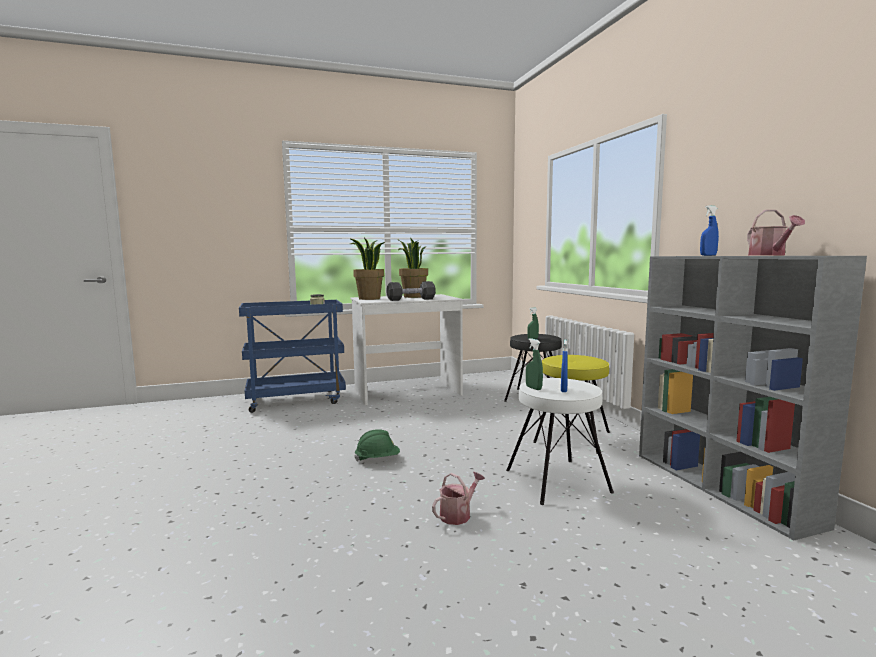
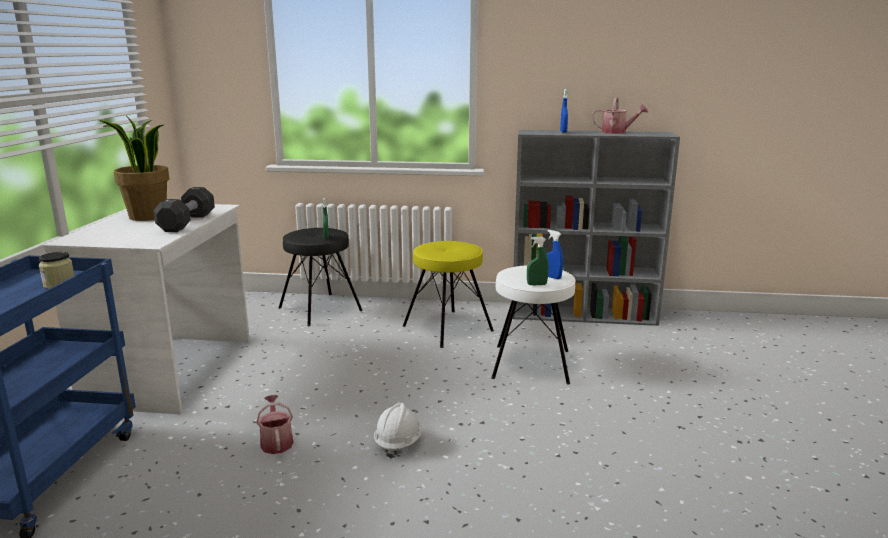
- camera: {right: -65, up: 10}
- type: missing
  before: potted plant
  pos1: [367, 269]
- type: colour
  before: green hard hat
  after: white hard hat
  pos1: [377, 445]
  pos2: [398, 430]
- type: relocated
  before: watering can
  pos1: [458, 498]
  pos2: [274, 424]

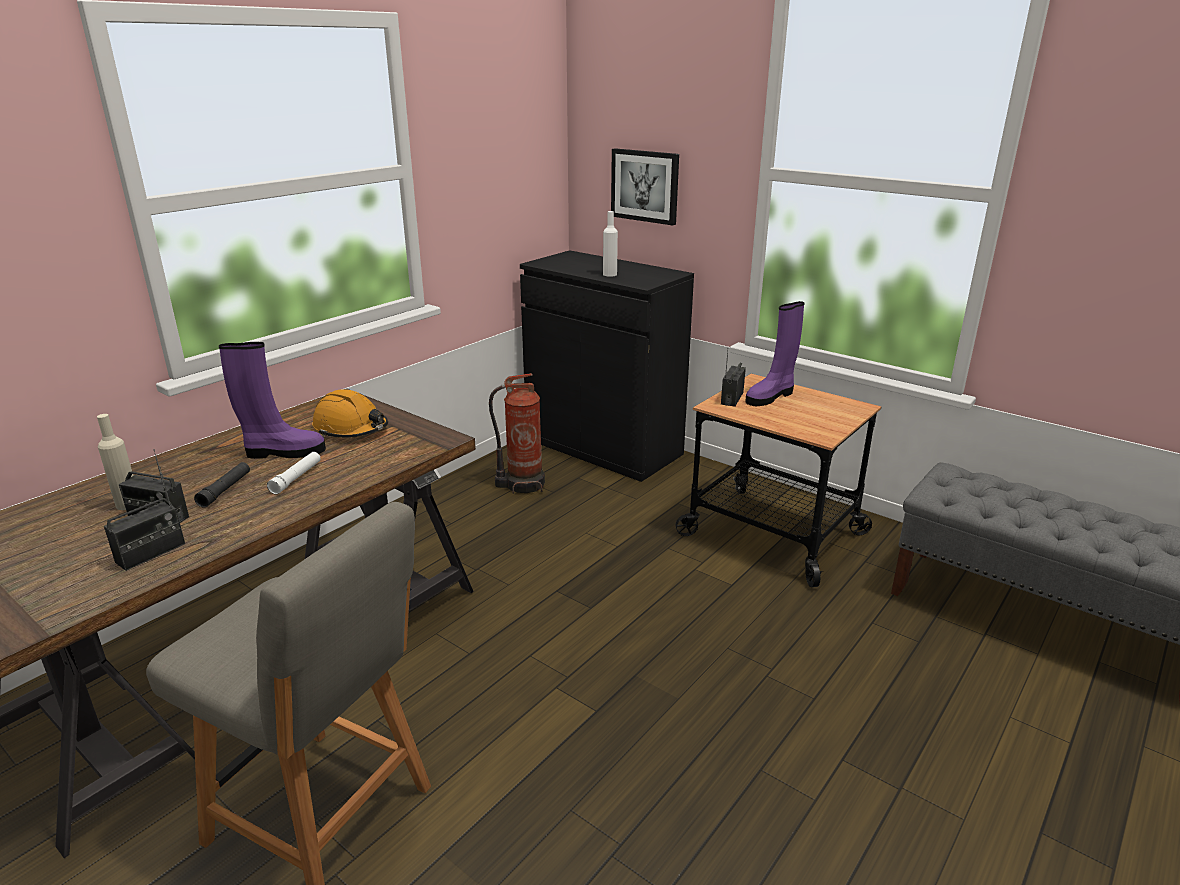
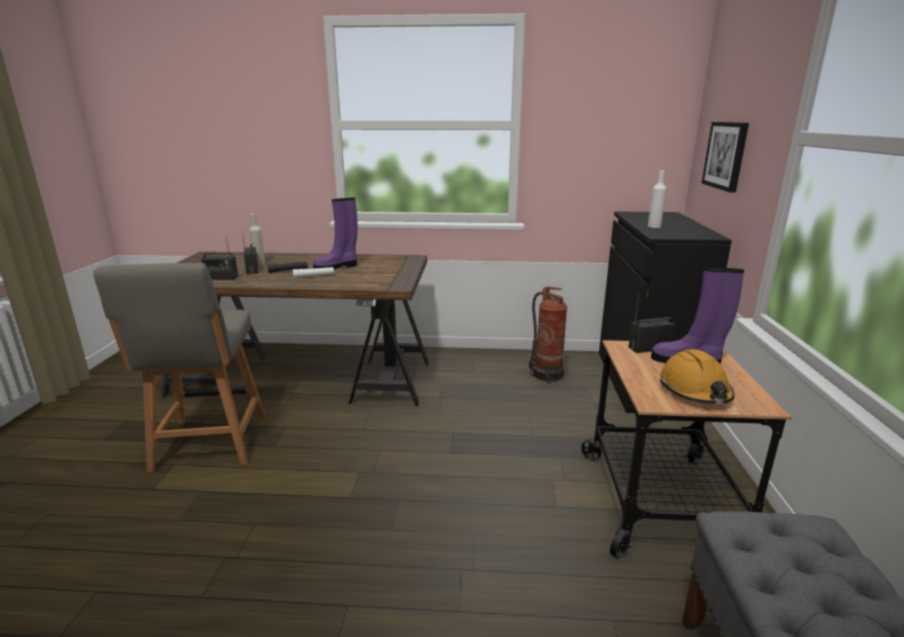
- camera: {right: 55, up: -5}
- type: spun
  before: purple boot
  pos1: [272, 400]
  pos2: [335, 233]
  turn: 105
- type: relocated
  before: orange hard hat
  pos1: [350, 413]
  pos2: [697, 376]

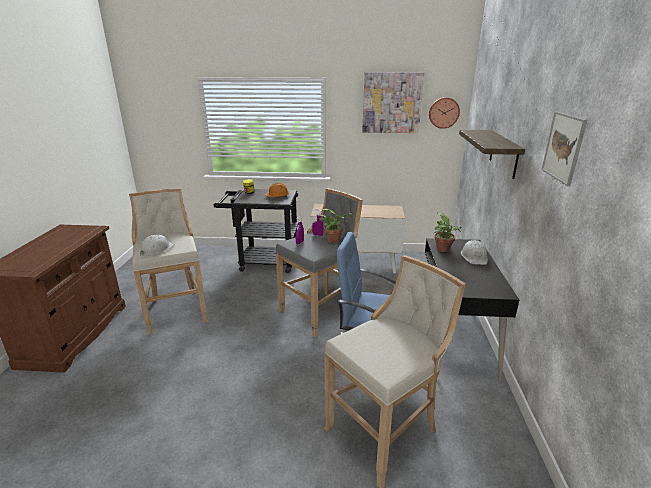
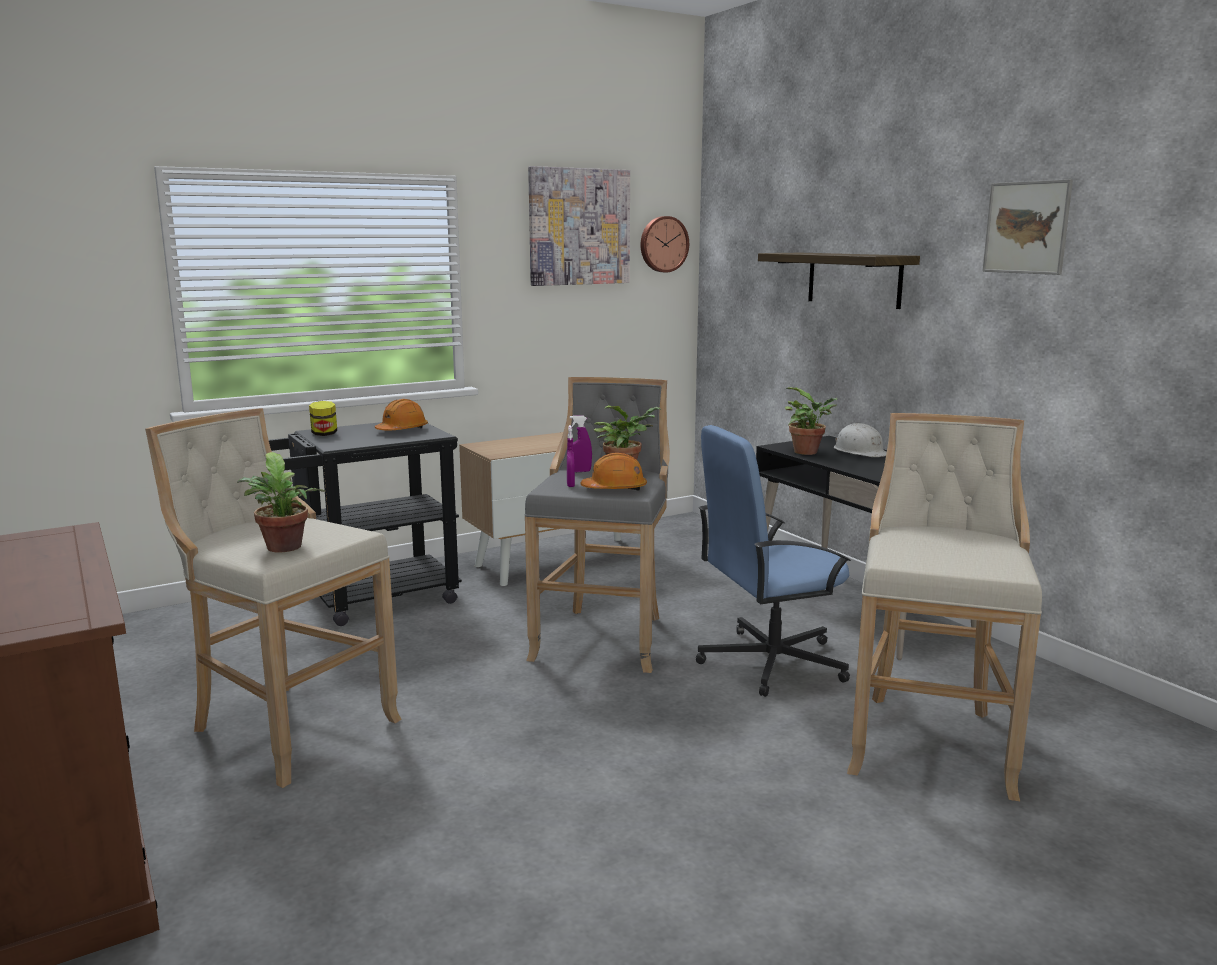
- camera: {right: -35, up: -10}
- type: exchanged
  before: white hard hat
  after: potted plant
  pos1: [157, 245]
  pos2: [281, 502]
- type: appeared
  after: orange hard hat
  pos2: [613, 472]

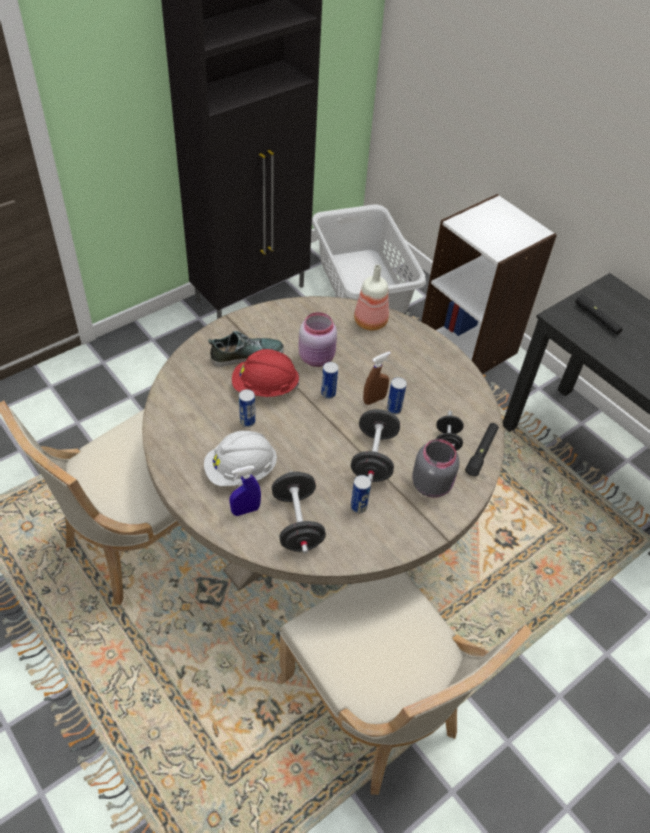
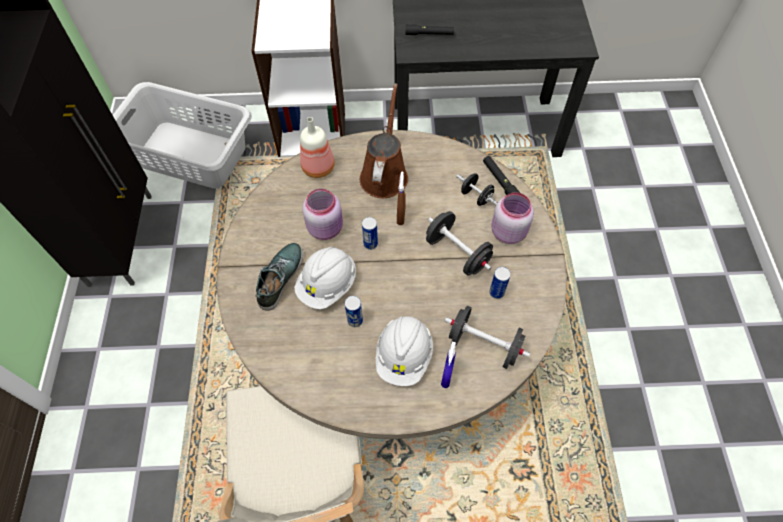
- camera: {right: -50, up: 10}
- type: colour
  before: red hard hat
  after: white hard hat
  pos1: [266, 373]
  pos2: [325, 278]
- type: missing
  before: beige chair
  pos1: [404, 683]
- type: missing
  before: can
  pos1: [397, 395]
- type: colour
  before: grey jar
  after: pink jar
  pos1: [436, 468]
  pos2: [512, 218]
- type: appeared
  after: brown watering can
  pos2: [384, 141]

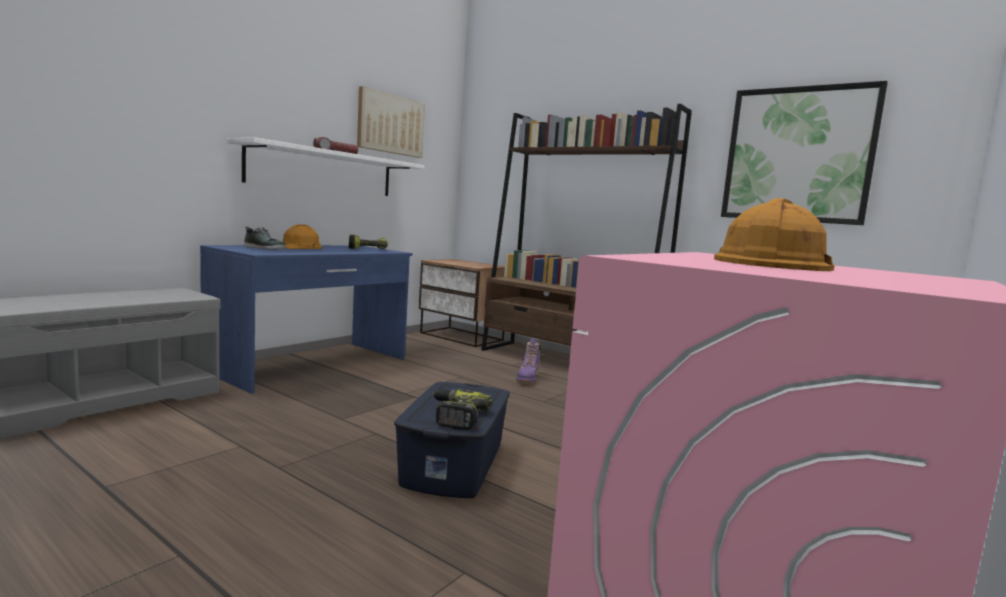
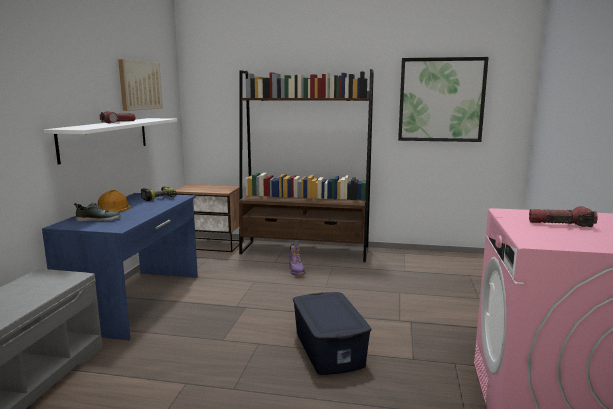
- camera: {right: -25, up: 5}
- type: missing
  before: power drill
  pos1: [462, 409]
- type: exchanged
  before: orange hard hat
  after: flashlight
  pos1: [774, 234]
  pos2: [563, 216]

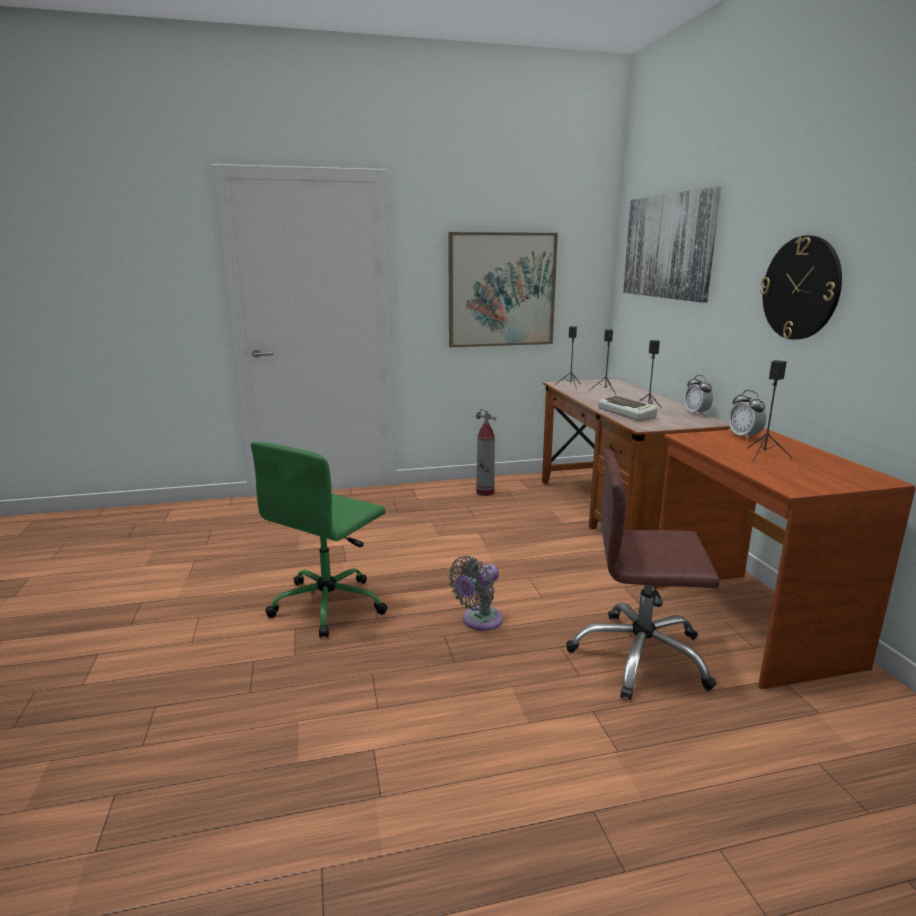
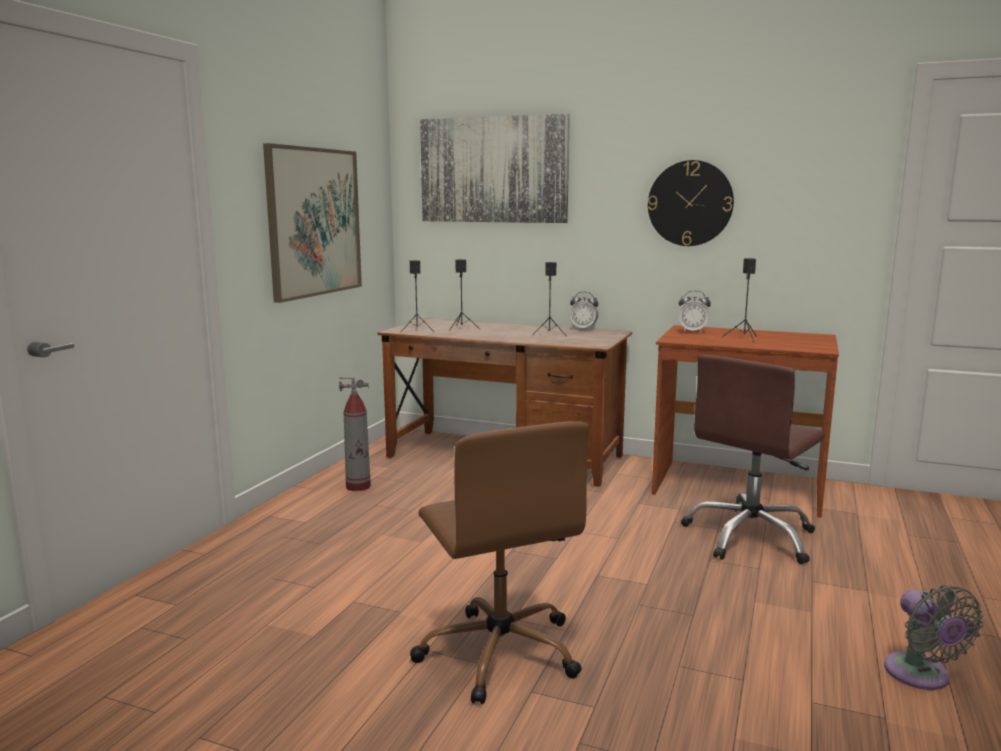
- camera: {right: -55, up: -5}
- type: colour
  before: green office chair
  after: brown office chair
  pos1: [319, 540]
  pos2: [499, 562]
- type: relocated
  before: grey fan
  pos1: [475, 593]
  pos2: [934, 637]
- type: missing
  before: keyboard
  pos1: [627, 408]

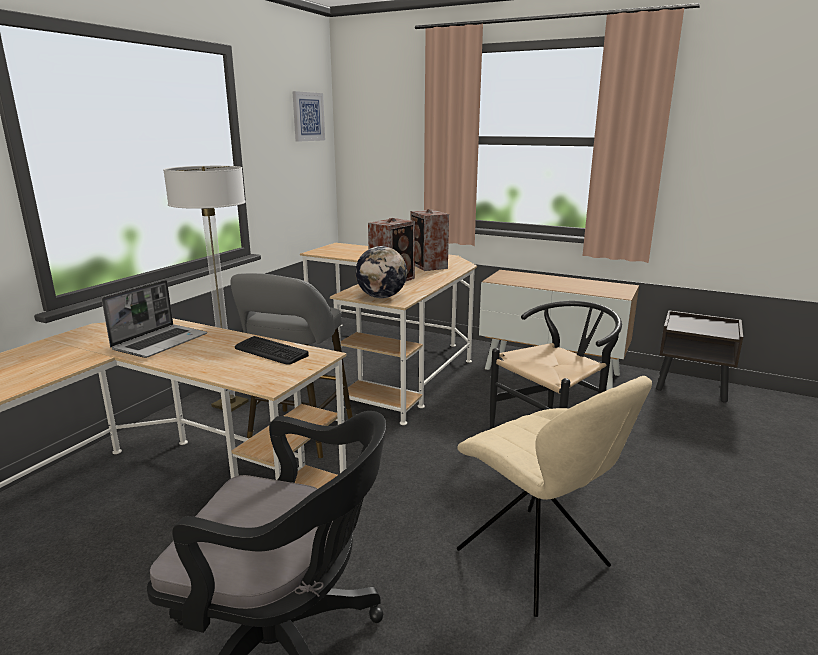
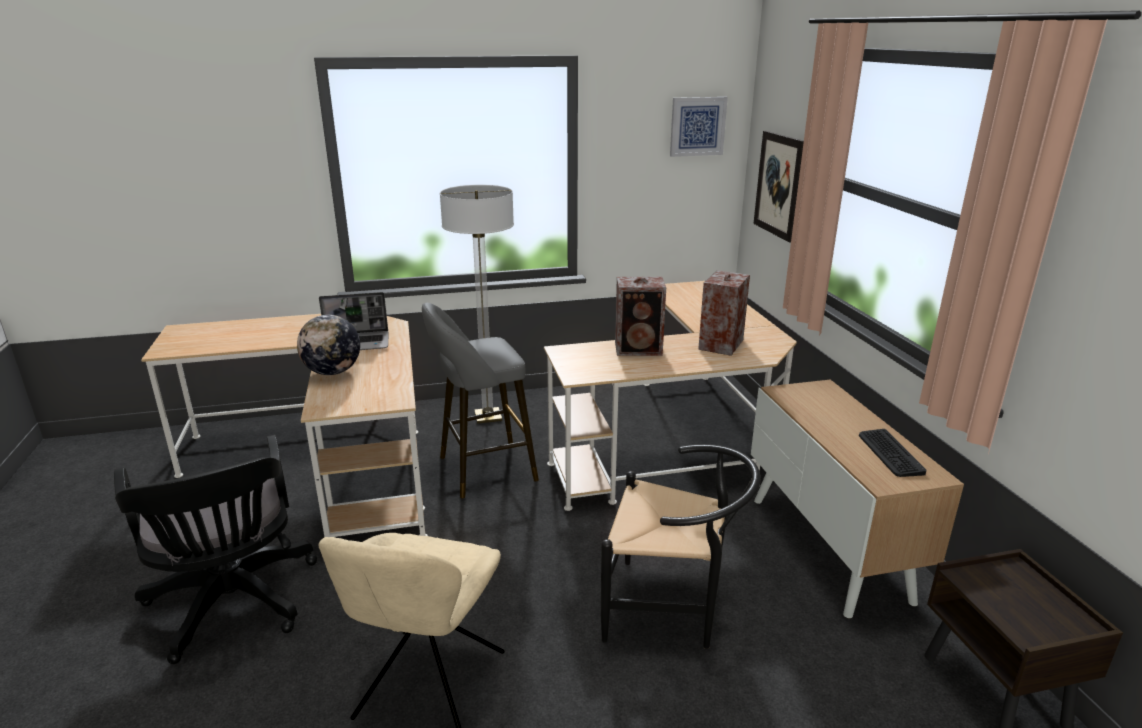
- camera: {right: 50, up: 5}
- type: relocated
  before: keyboard
  pos1: [272, 350]
  pos2: [892, 453]
- type: relocated
  before: globe
  pos1: [381, 272]
  pos2: [328, 345]
- type: appeared
  after: picture
  pos2: [778, 187]

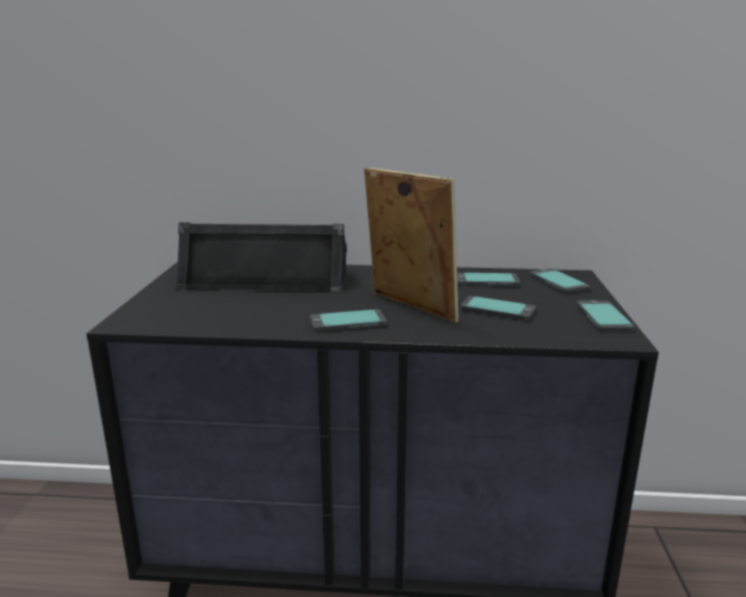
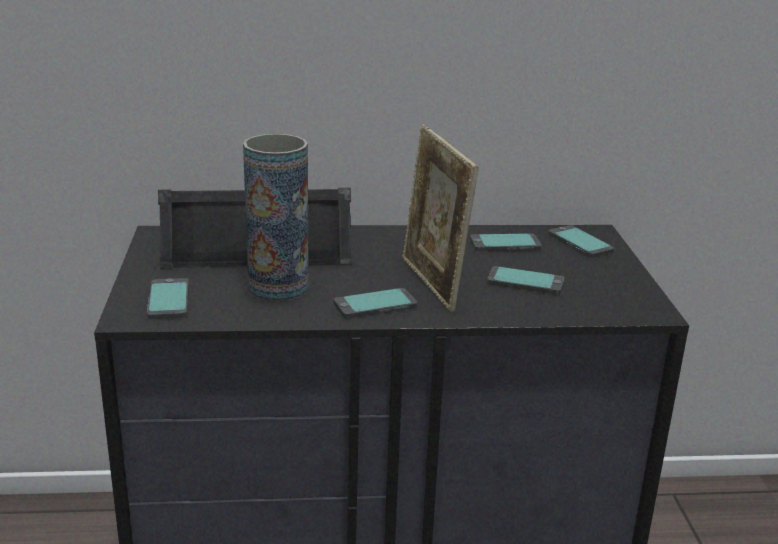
- camera: {right: -10, up: 5}
- type: spun
  before: picture frame
  pos1: [411, 245]
  pos2: [440, 218]
  turn: -150
- type: relocated
  before: phone
  pos1: [606, 316]
  pos2: [168, 298]
- type: appeared
  after: vase
  pos2: [276, 217]

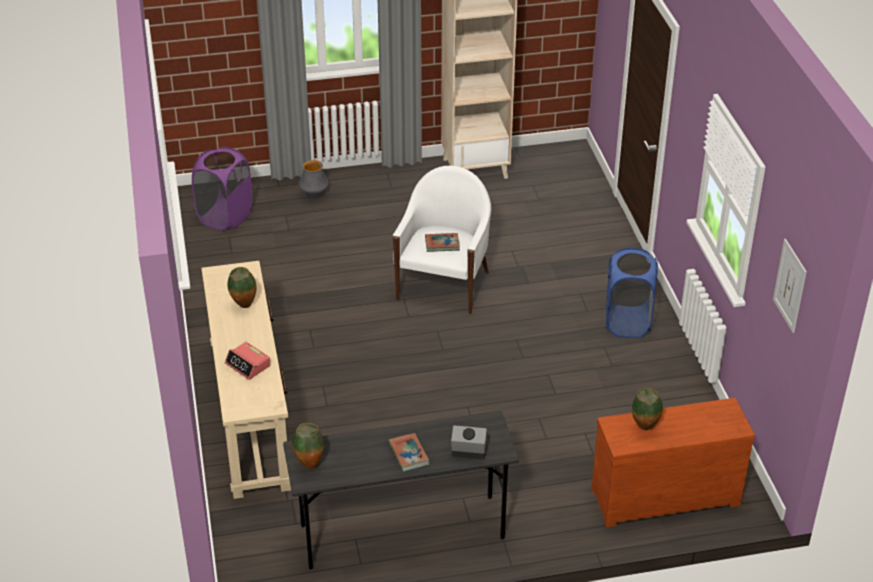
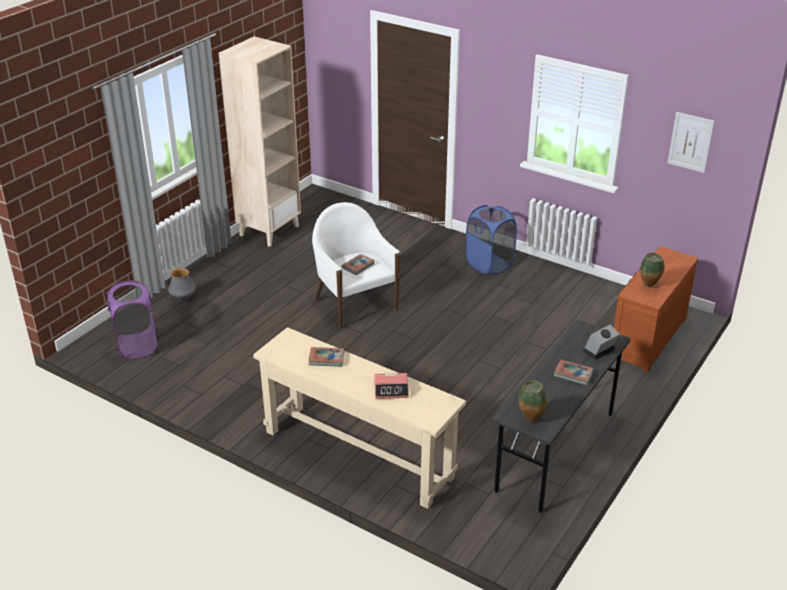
- camera: {right: -45, up: -5}
- type: exchanged
  before: vase
  after: book
  pos1: [241, 287]
  pos2: [326, 357]

